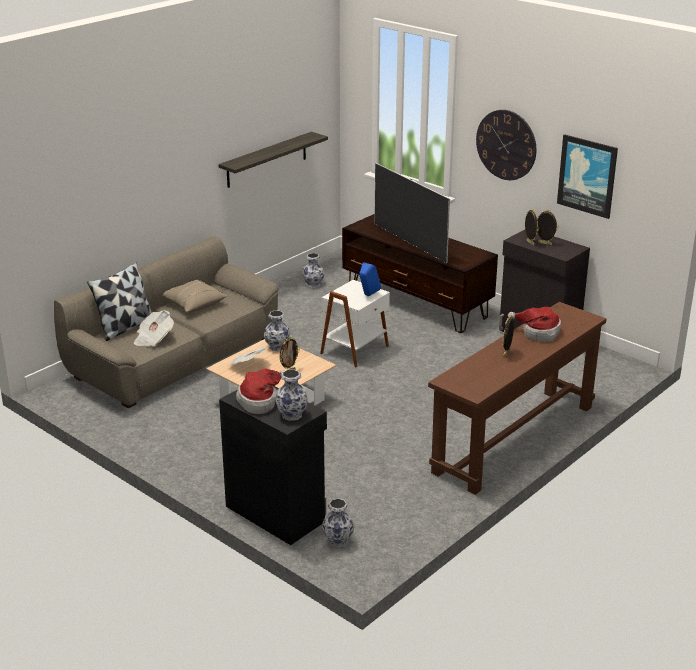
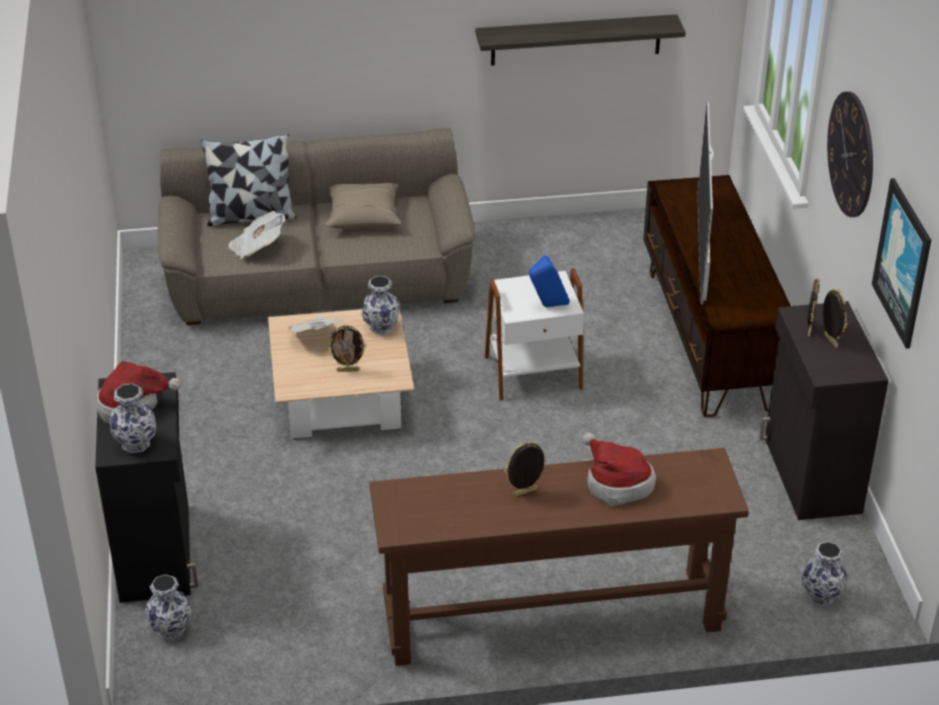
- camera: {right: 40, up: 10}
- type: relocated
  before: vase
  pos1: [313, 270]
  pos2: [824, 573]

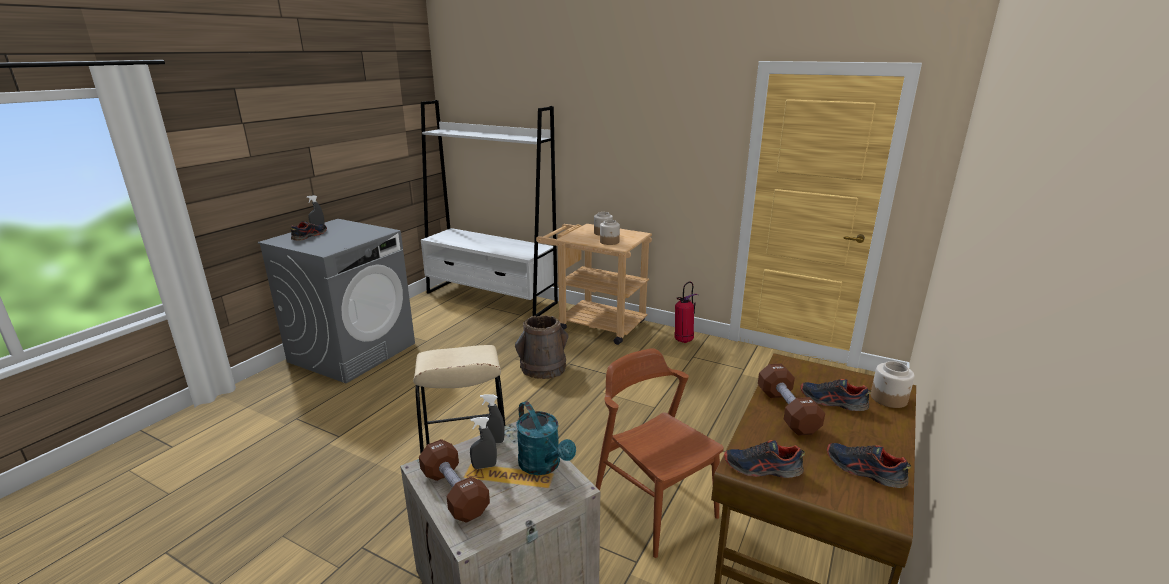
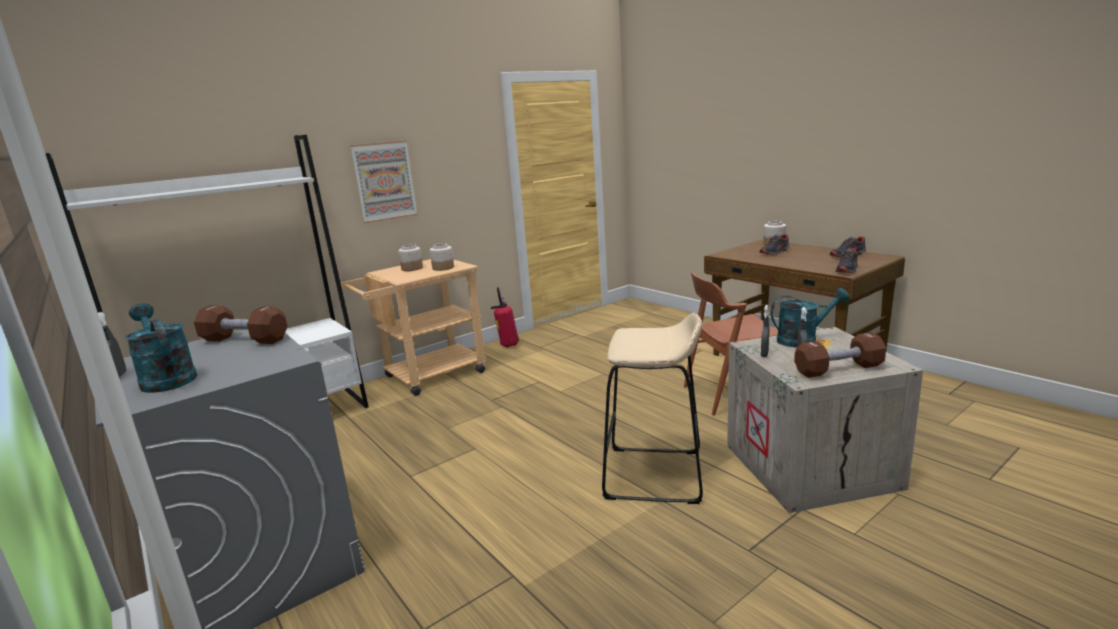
- camera: {right: -65, up: -5}
- type: exchanged
  before: shoe
  after: turquoise watering can
  pos1: [308, 231]
  pos2: [161, 348]
- type: missing
  before: brown bucket
  pos1: [542, 347]
- type: relocated
  before: brown dumbbell
  pos1: [791, 399]
  pos2: [241, 324]
- type: appeared
  after: picture
  pos2: [384, 182]

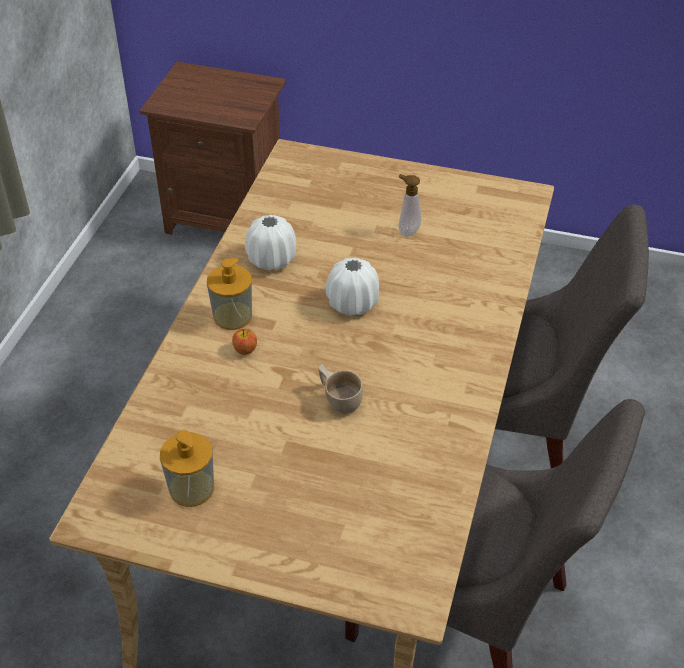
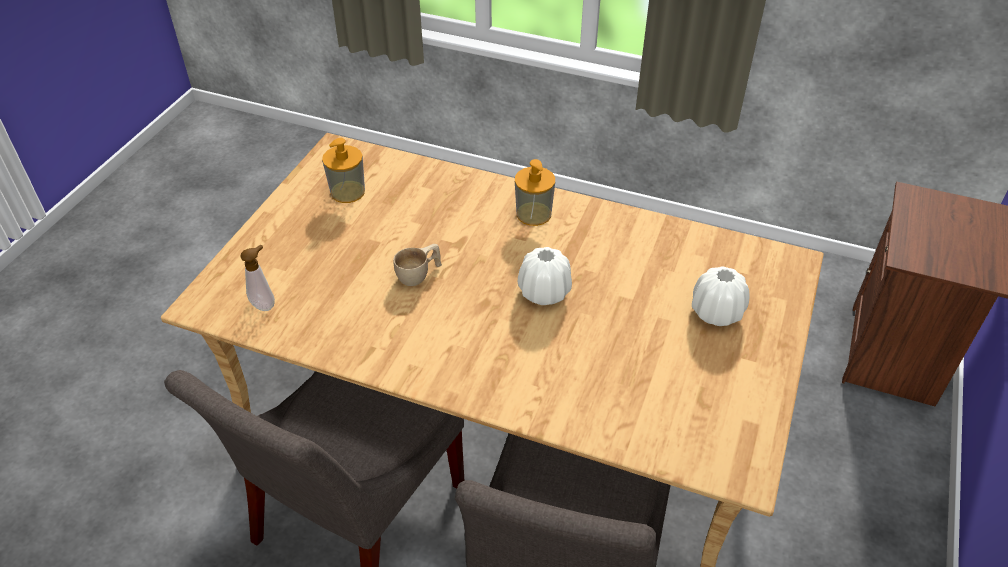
- camera: {right: 95, up: 0}
- type: missing
  before: apple
  pos1: [244, 342]
- type: relocated
  before: white vase
  pos1: [270, 243]
  pos2: [720, 296]
- type: relocated
  before: soap dispenser
  pos1: [410, 205]
  pos2: [257, 277]

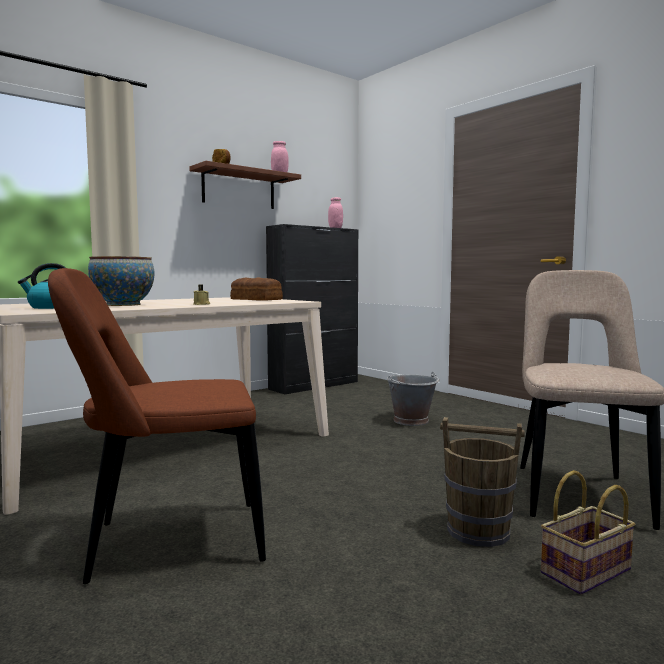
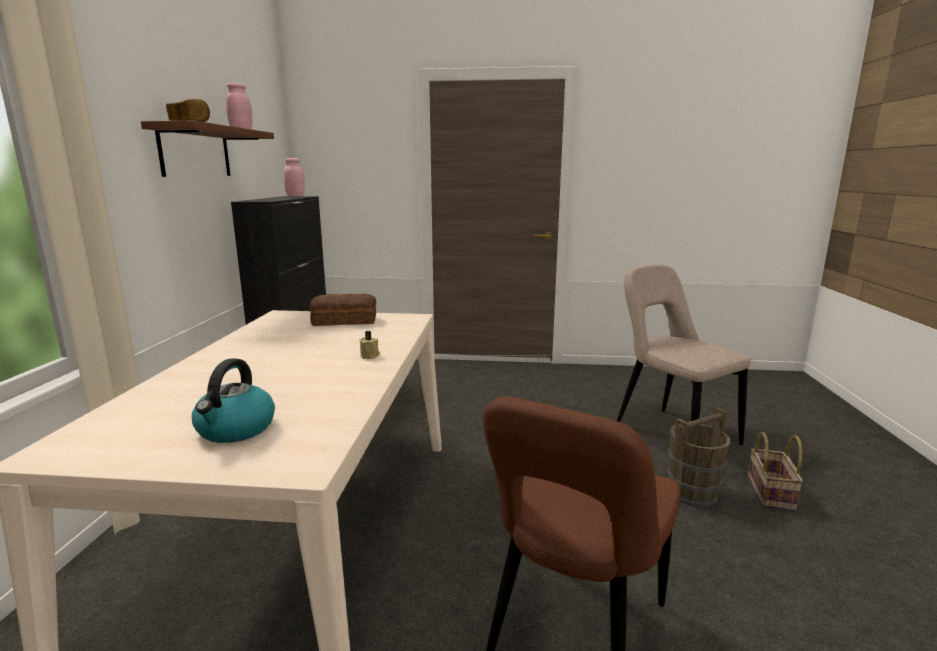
- camera: {right: -45, up: 10}
- type: missing
  before: bowl
  pos1: [121, 281]
- type: missing
  before: grey bucket
  pos1: [413, 399]

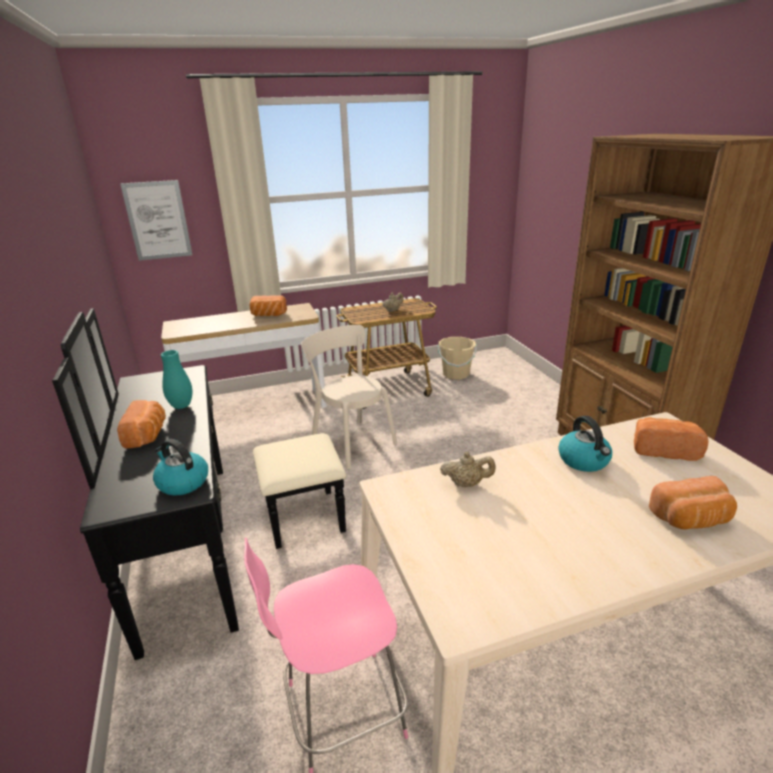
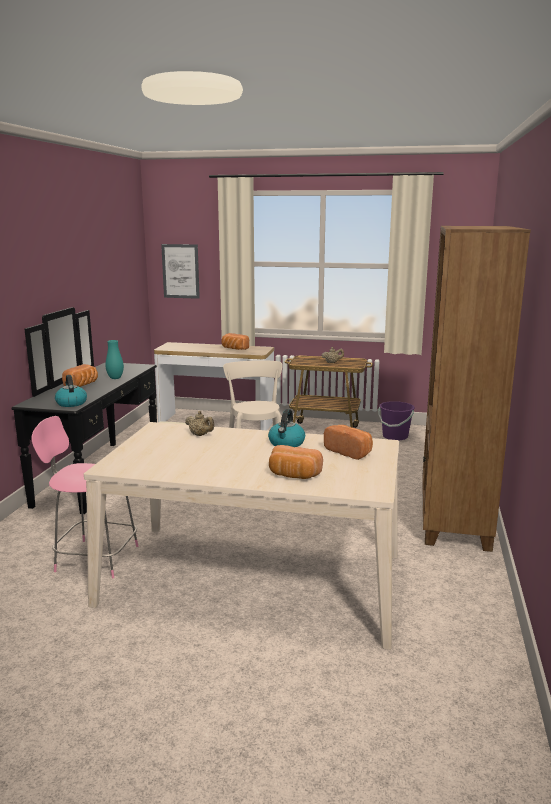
- camera: {right: 30, up: -10}
- type: colour
  before: beige bucket
  after: purple bucket
  pos1: [457, 358]
  pos2: [396, 421]

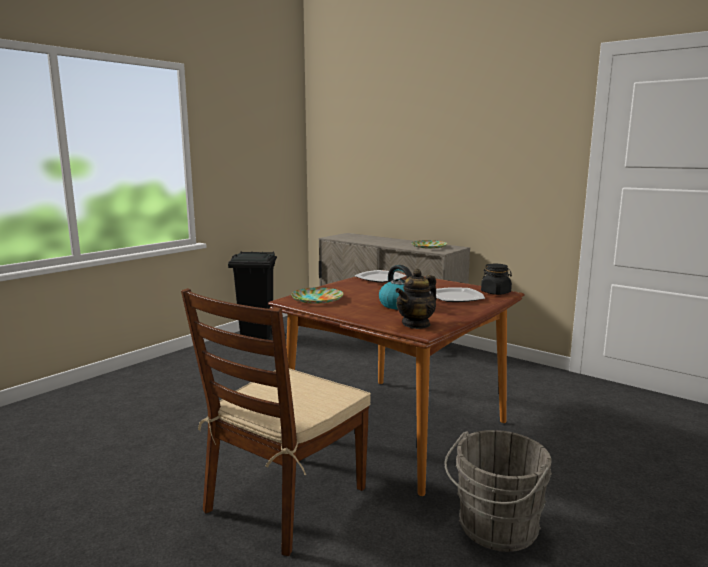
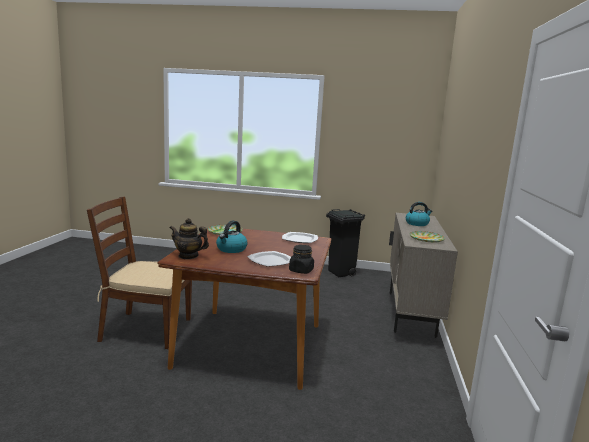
- camera: {right: 60, up: 0}
- type: missing
  before: grey bucket
  pos1: [498, 491]
- type: appeared
  after: kettle
  pos2: [419, 214]

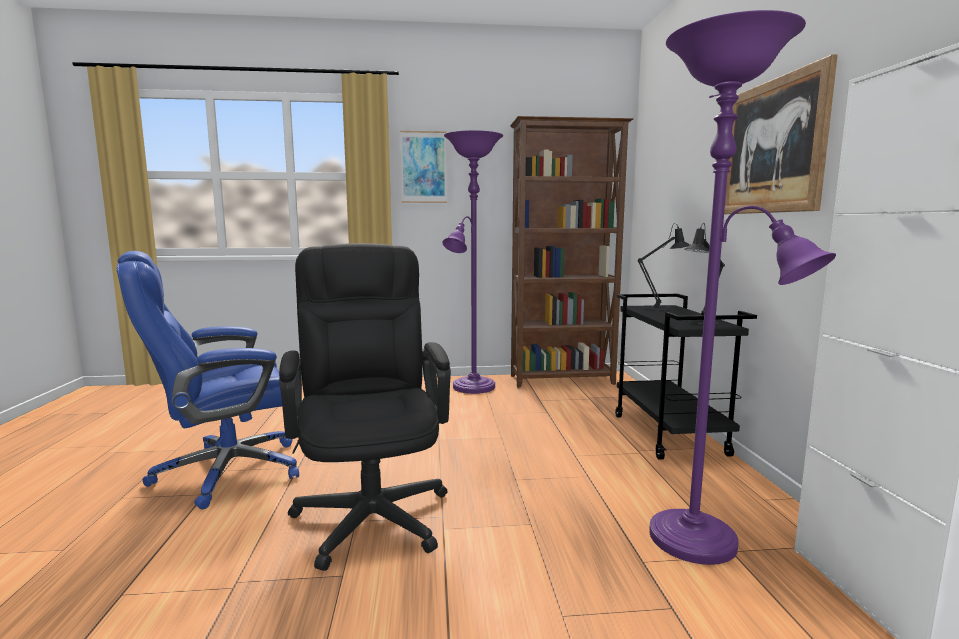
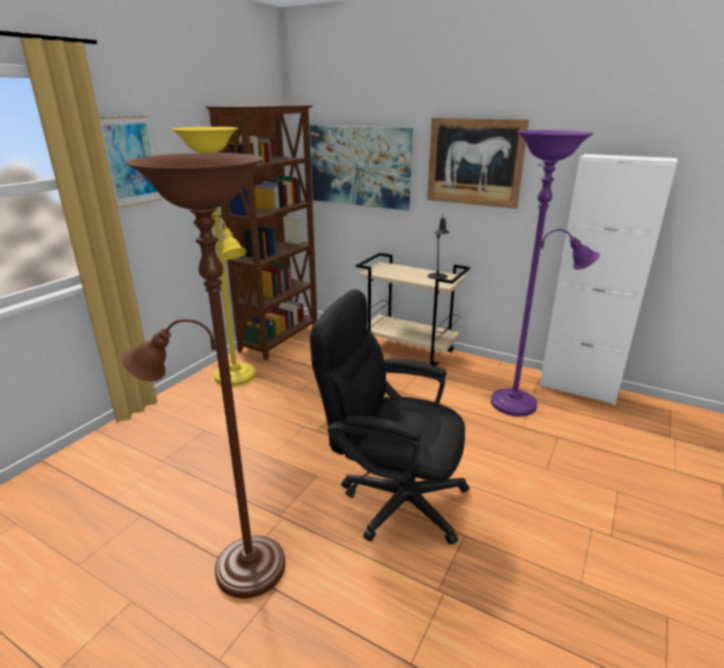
- camera: {right: -55, up: 15}
- type: exchanged
  before: blue office chair
  after: brown floor lamp
  pos1: [208, 380]
  pos2: [203, 375]
- type: colour
  before: purple floor lamp
  after: yellow floor lamp
  pos1: [473, 262]
  pos2: [213, 256]
- type: colour
  before: black cart
  after: beige cart
  pos1: [686, 377]
  pos2: [413, 309]
- type: missing
  before: black table lamp
  pos1: [664, 267]
- type: appeared
  after: picture
  pos2: [361, 168]

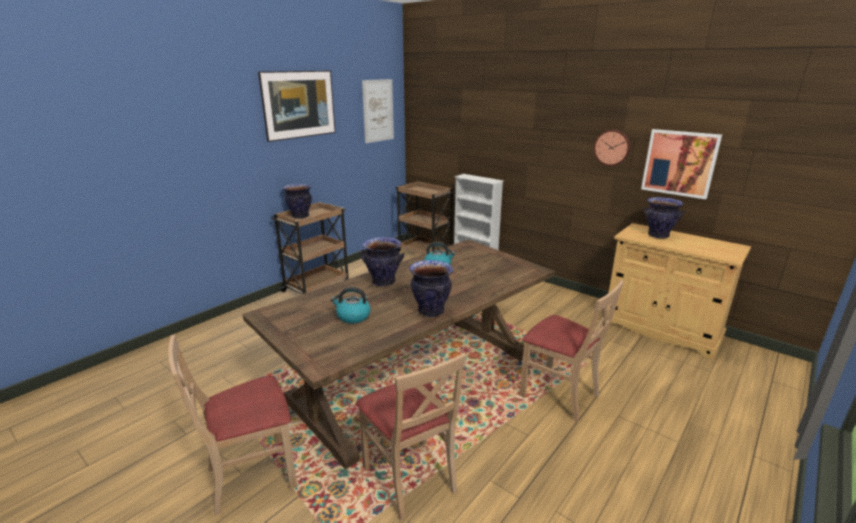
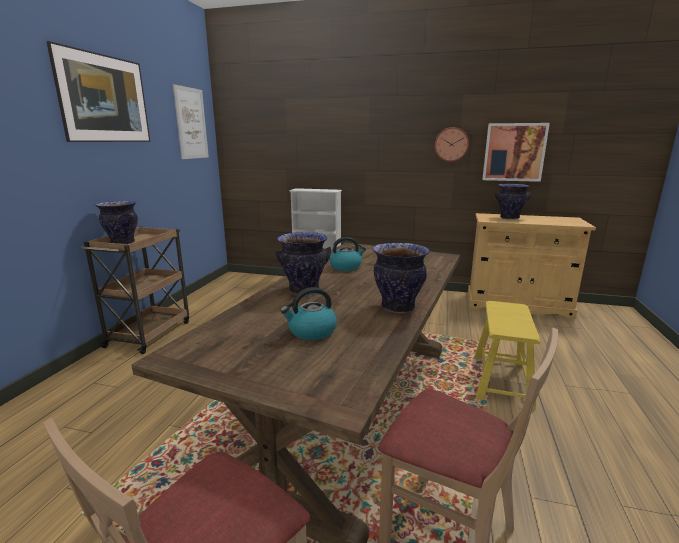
- camera: {right: -25, up: -5}
- type: missing
  before: brown cart
  pos1: [425, 218]
- type: exchanged
  before: beige chair
  after: yellow stool
  pos1: [571, 351]
  pos2: [507, 355]

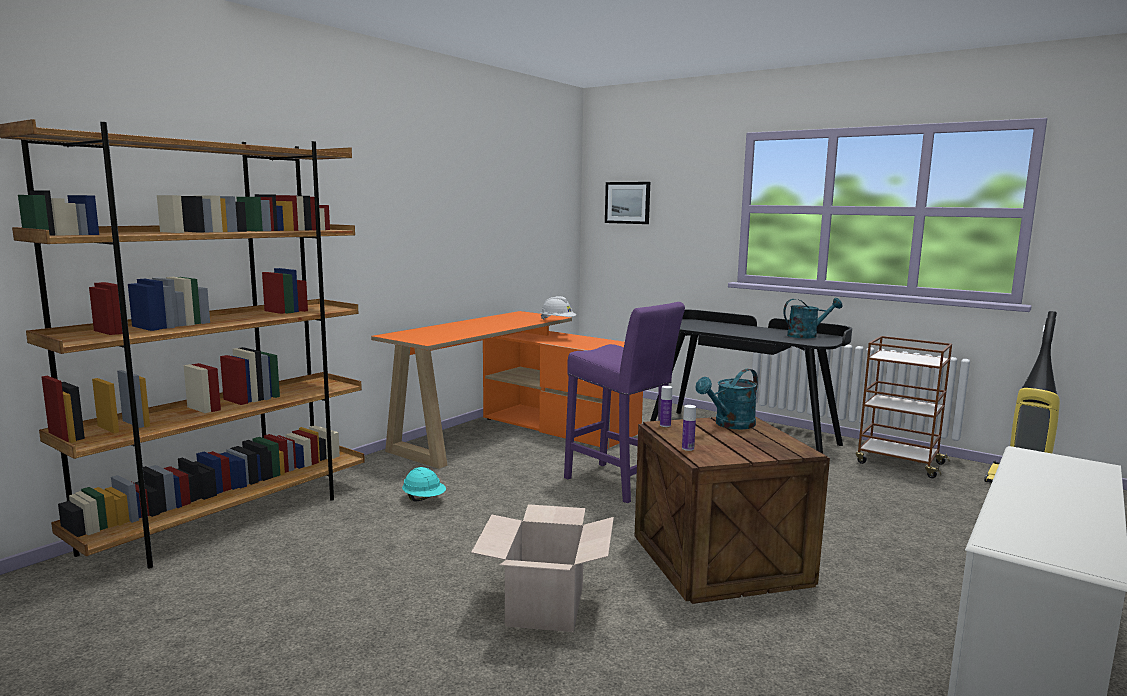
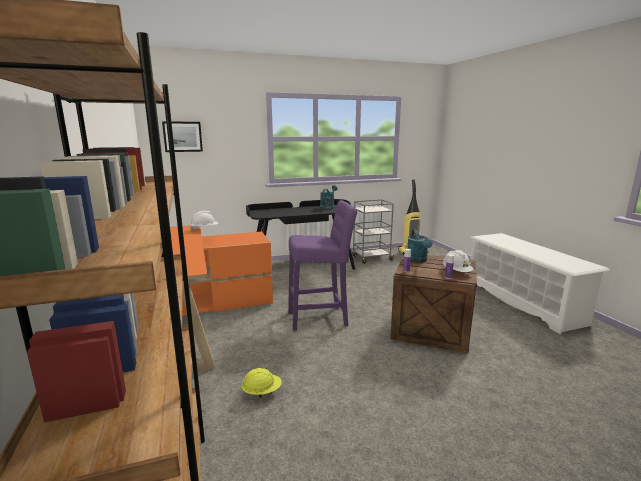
- camera: {right: -55, up: 5}
- type: colour
  before: turquoise hard hat
  after: yellow hard hat
  pos1: [424, 484]
  pos2: [261, 383]
- type: missing
  before: cardboard box
  pos1: [542, 568]
- type: colour
  before: brown cart
  after: grey cart
  pos1: [904, 407]
  pos2: [373, 231]
- type: appeared
  after: white hard hat
  pos2: [458, 261]

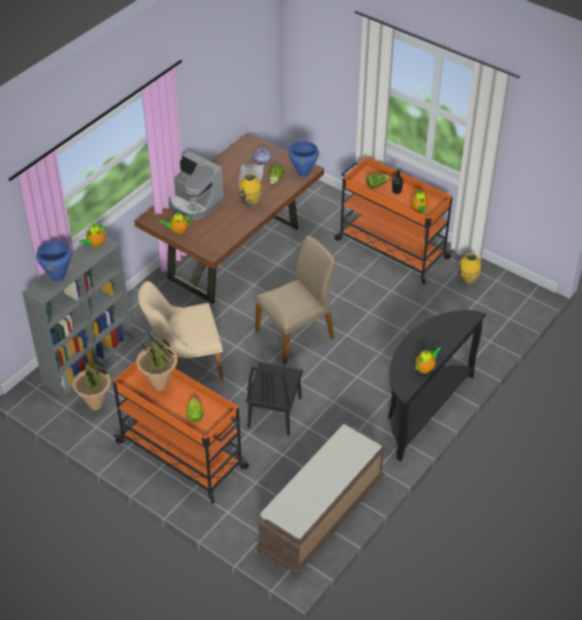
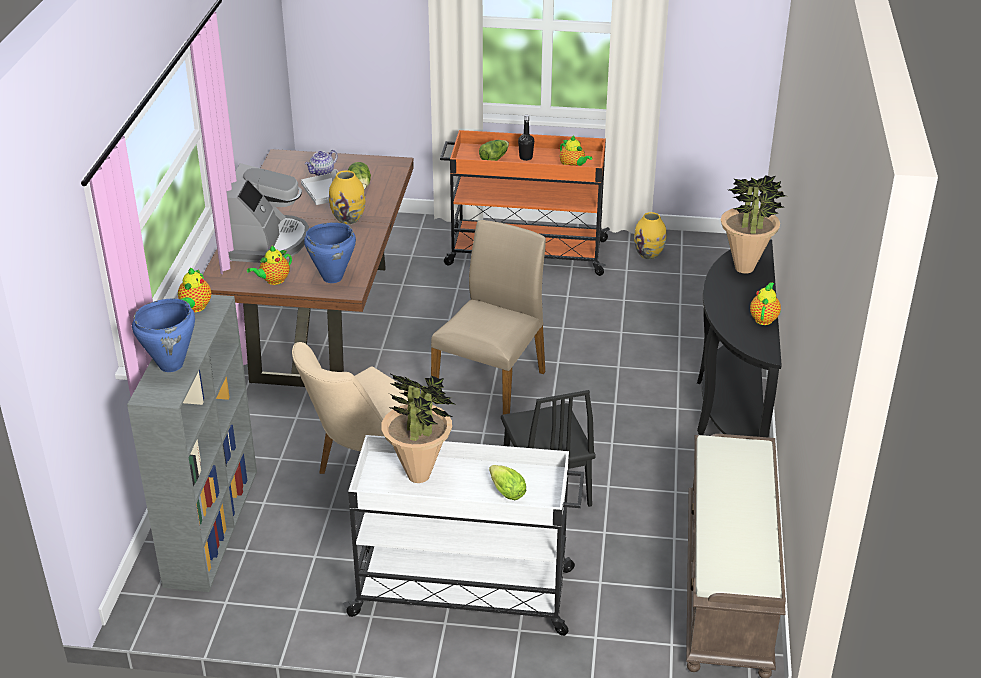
- camera: {right: -30, up: -10}
- type: relocated
  before: potted plant
  pos1: [92, 384]
  pos2: [753, 224]
- type: colour
  before: orange cart
  after: white cart
  pos1: [181, 432]
  pos2: [463, 535]
- type: spun
  before: coffee machine
  pos1: [196, 185]
  pos2: [268, 213]
  turn: -90
- type: relocated
  before: blue cooking pot
  pos1: [304, 159]
  pos2: [330, 252]

